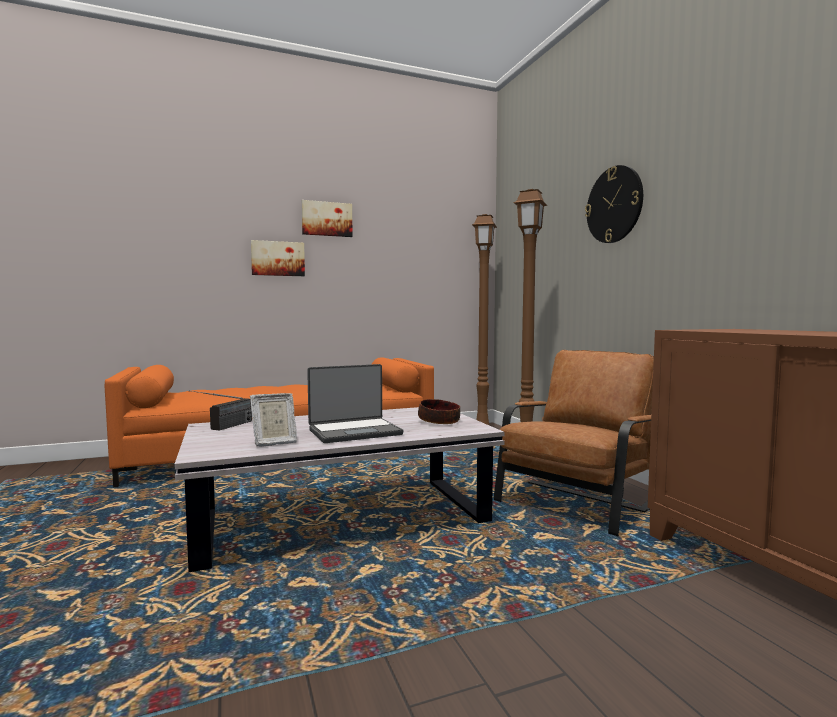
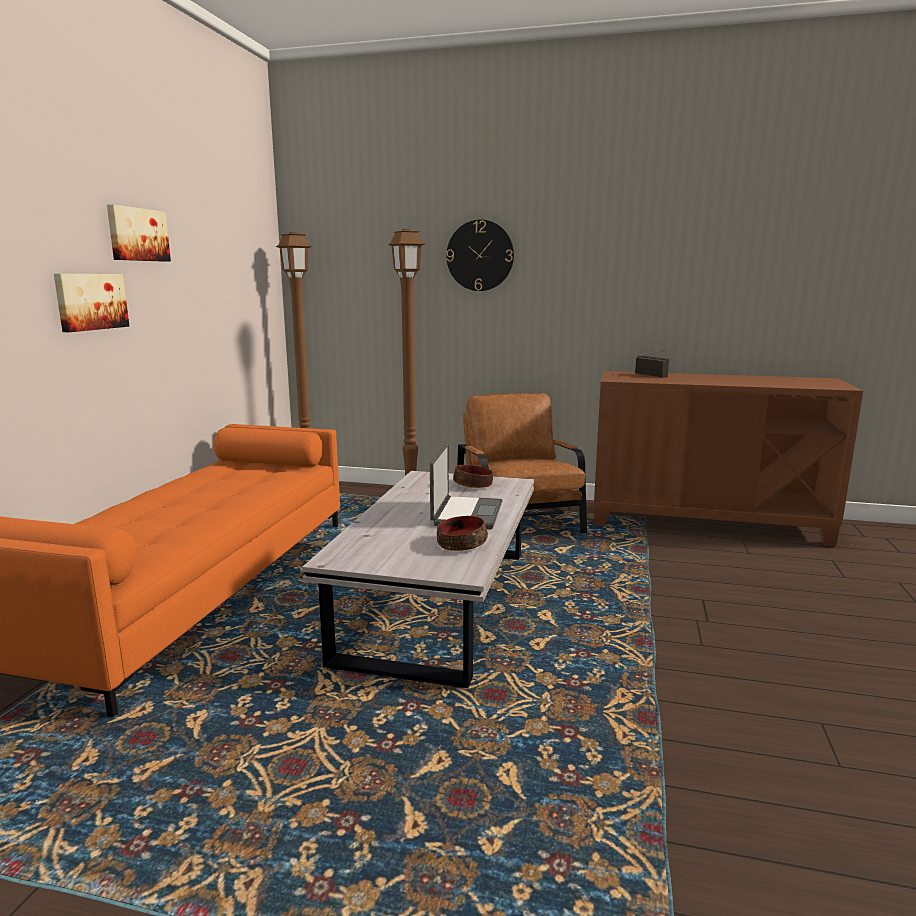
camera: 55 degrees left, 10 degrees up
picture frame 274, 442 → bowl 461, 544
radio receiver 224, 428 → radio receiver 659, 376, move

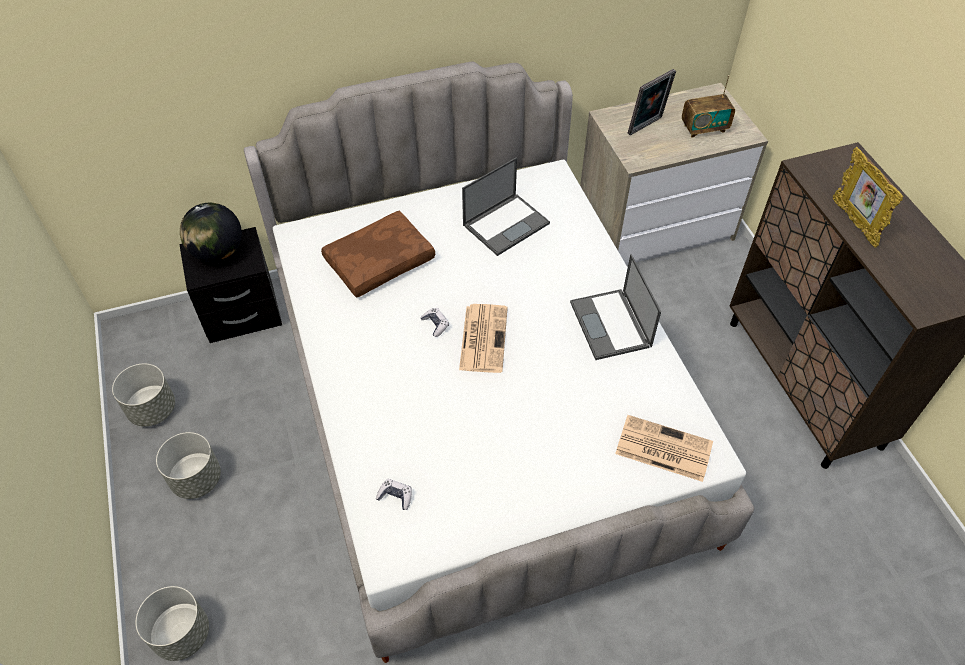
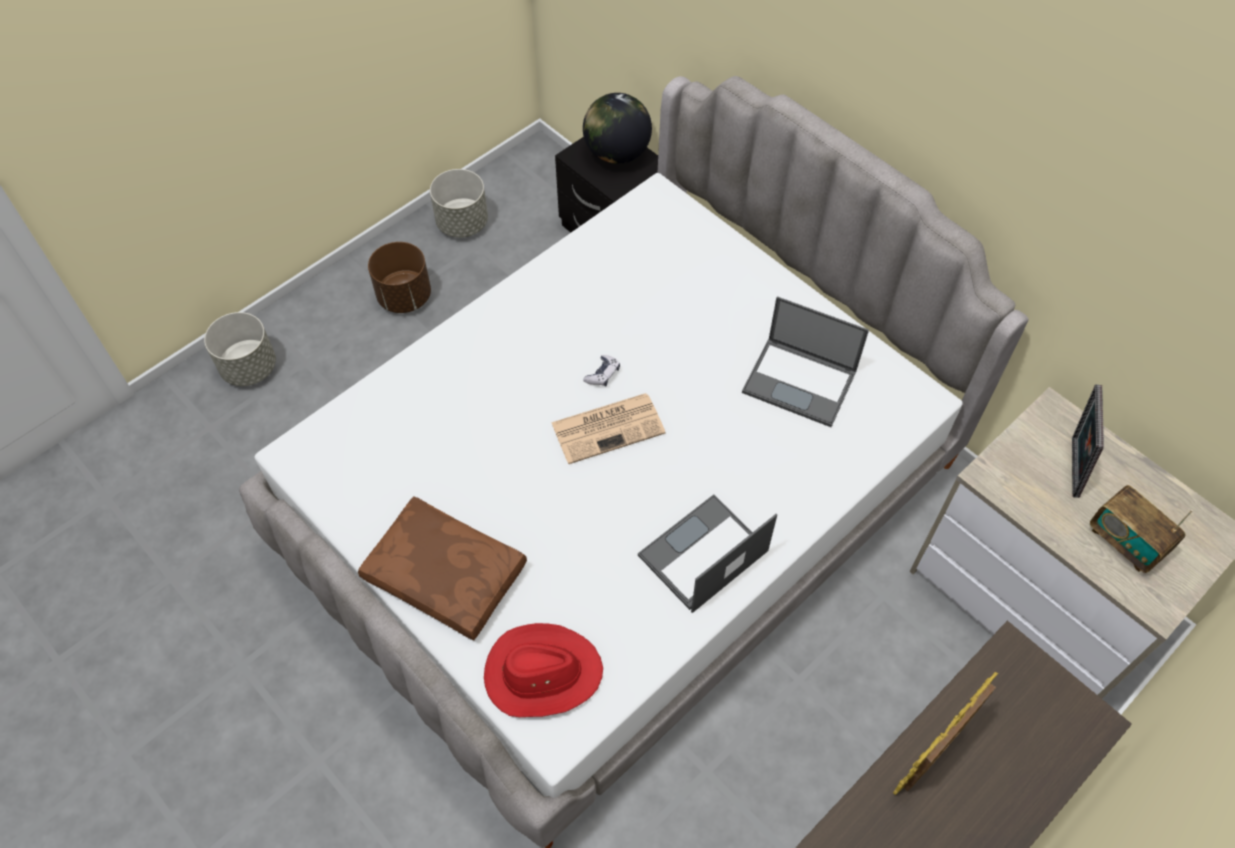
camera: 65 degrees right, 5 degrees up
cushion (brown-coloured) 379, 260 → cushion (brown-coloured) 447, 573, move
planter (gray) 196, 479 → planter (brown-coloured) 404, 297
printed paper 662, 448 → clothing hat (reddish) 542, 673
picture frame 646, 127 → picture frame 1070, 466, 75 degrees clockwise
game controller 395, 496 → -

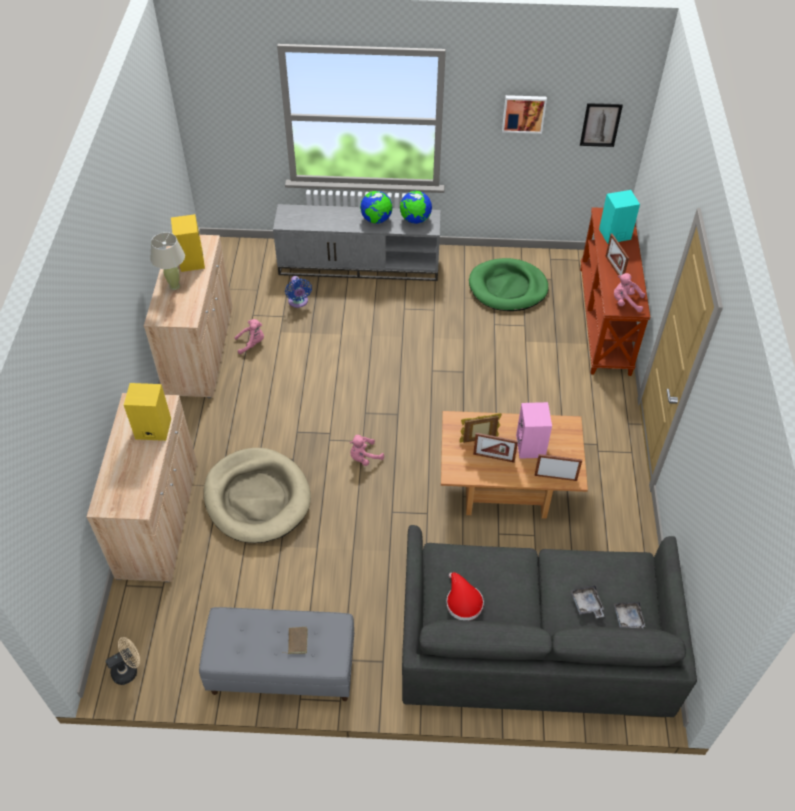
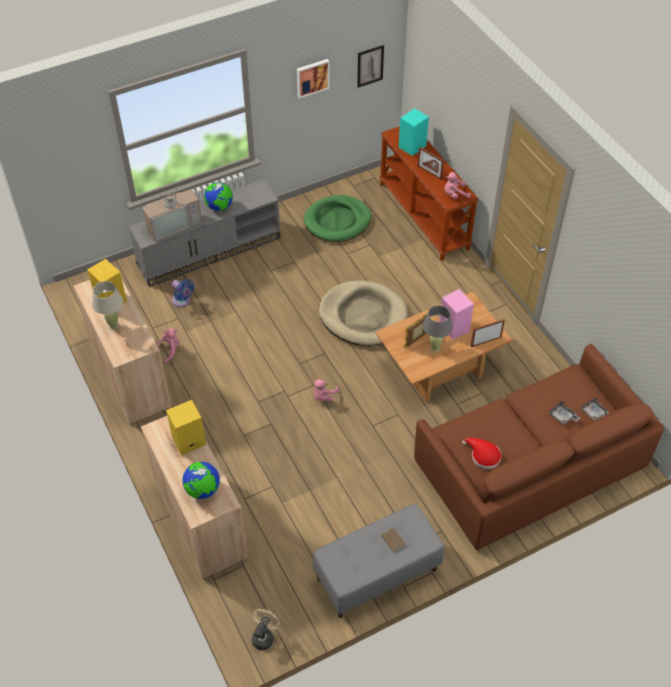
camera: 30 degrees left, 0 degrees up
- → television 173, 224
desk globe 415, 219 → desk globe 202, 490, move
pet bed (beige-coloured) 257, 498 → pet bed (beige-coloured) 363, 316, move
couch (gray) 534, 640 → couch (brown-coloured) 530, 463
picture frame 493, 457 → table lamp (gray) 435, 348

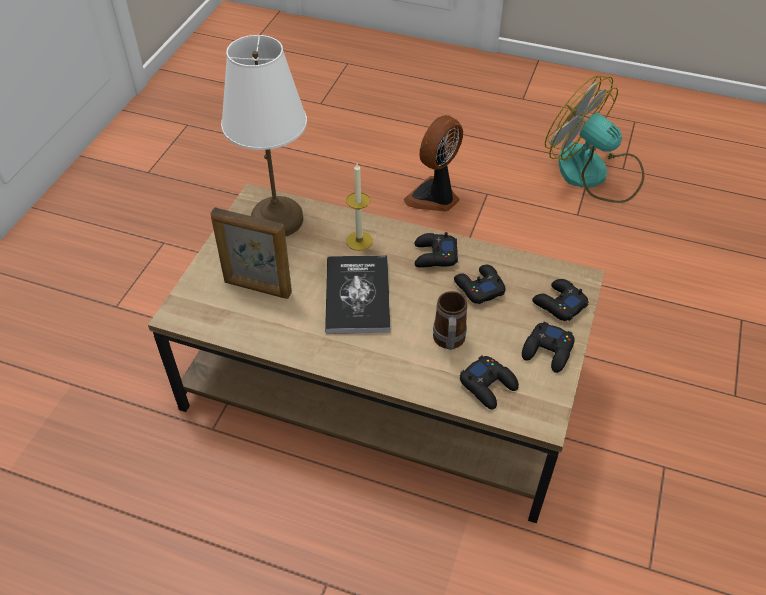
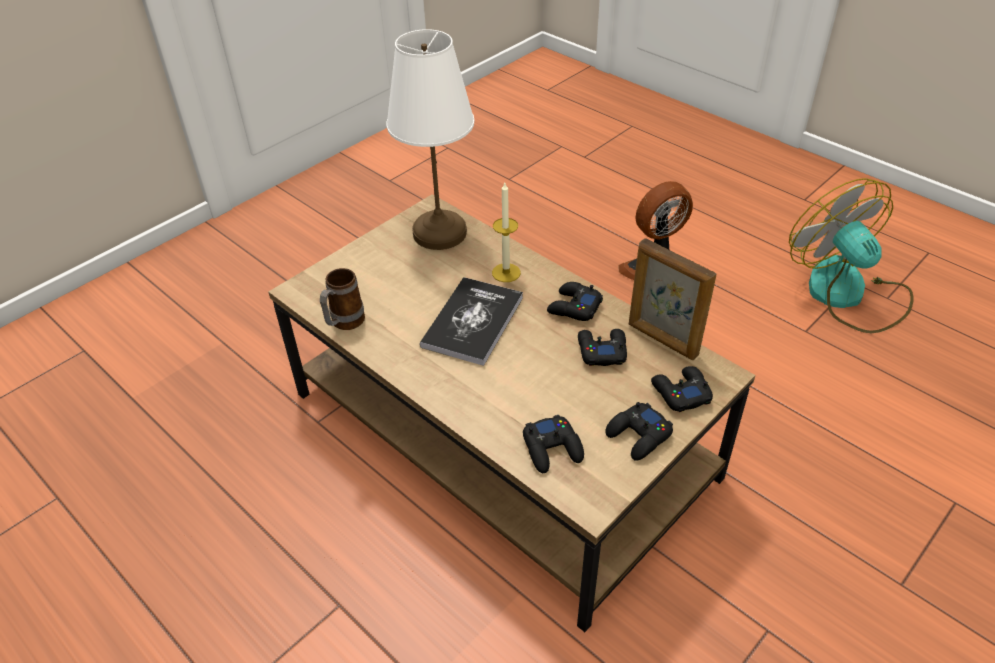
camera: 25 degrees right, 5 degrees down
mug 448, 343 → mug 344, 324, move
picture frame 257, 288 → picture frame 662, 340, move

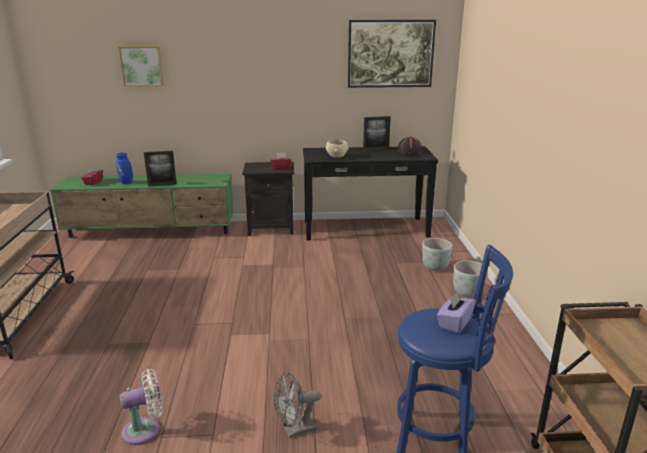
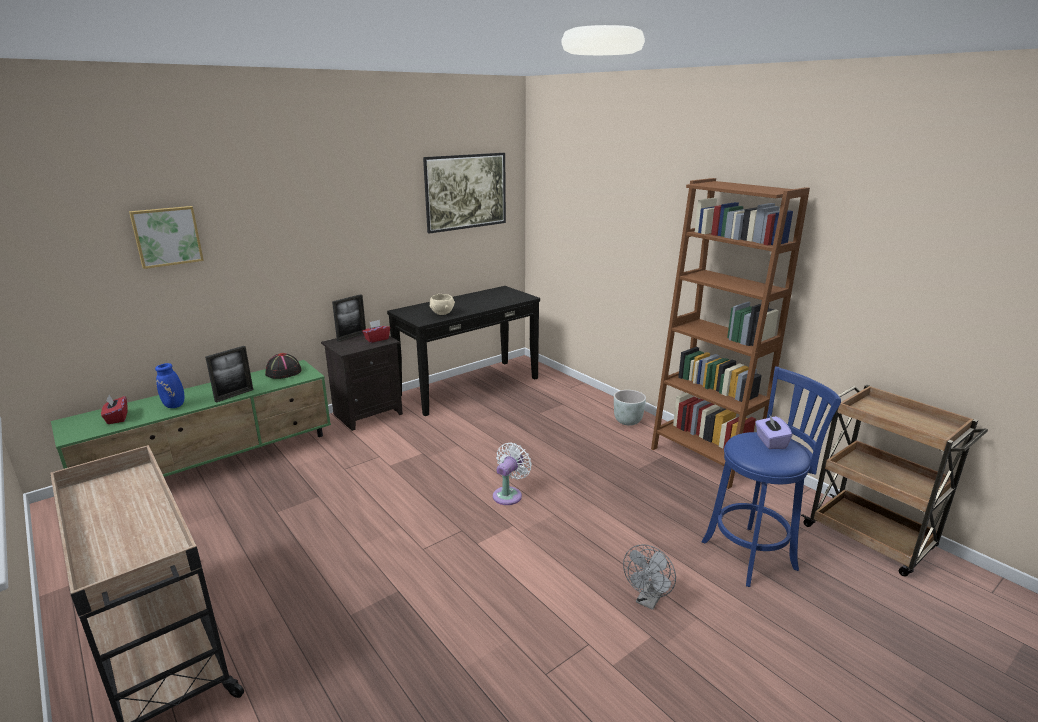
camera: 35 degrees left, 0 degrees up
clothing hat (blackish) 409, 152 → clothing hat (blackish) 283, 372, move
picture frame 376, 149 → picture frame 351, 337, move
cooling fan (white-coloured) 145, 430 → cooling fan (white-coloured) 509, 494, move
- → shelving unit (brown-coloured) 704, 458
planter (gray) 435, 267 → -

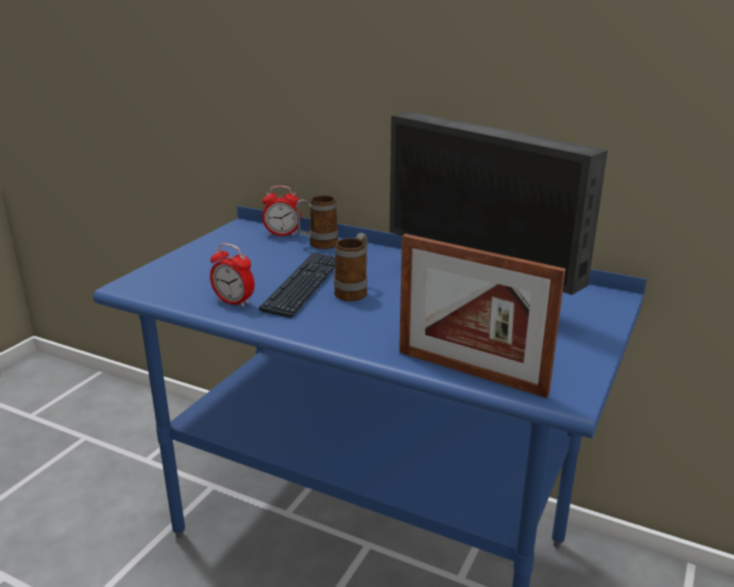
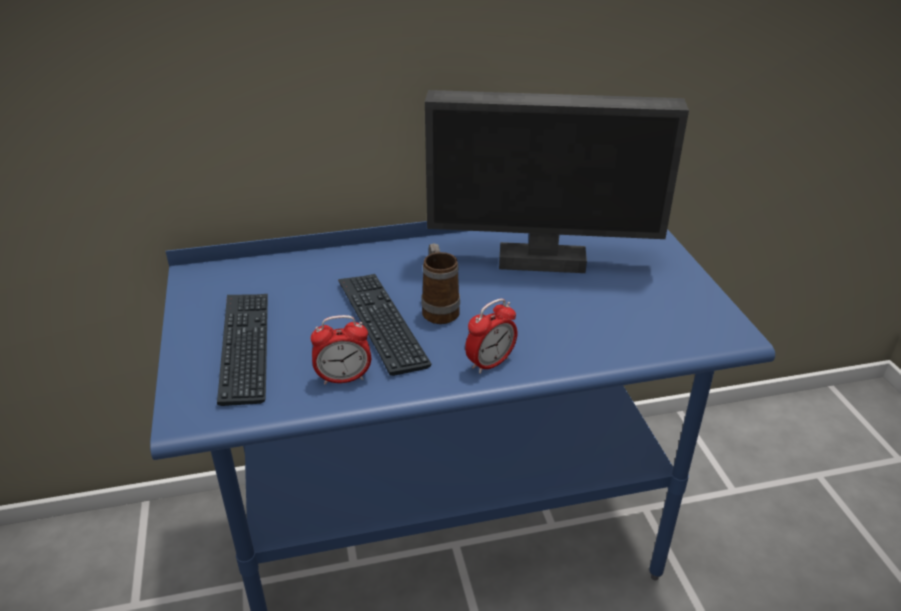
camera: 40 degrees left, 10 degrees up
- → computer keyboard 245, 347
alarm clock 282, 234 → alarm clock 490, 363, move
mug 317, 244 → -
picture frame 470, 372 → -

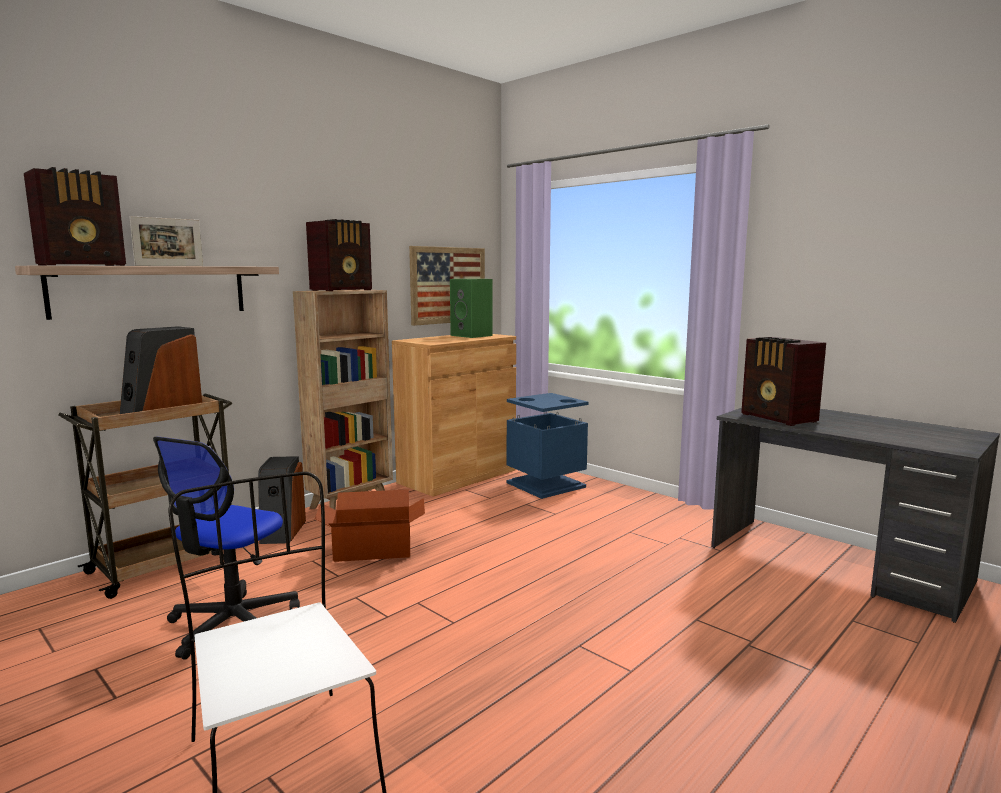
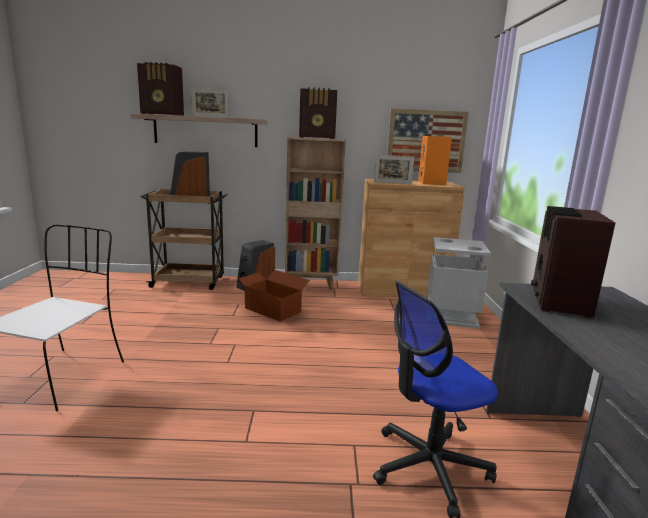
camera: 45 degrees right, 5 degrees up
desk chair 233, 625 → desk chair 429, 467, move
- → picture frame 392, 183
audio speaker (green-coloured) 472, 335 → audio speaker (orange-coloured) 432, 183
trash can (bluish) 546, 485 → trash can (gray) 451, 316

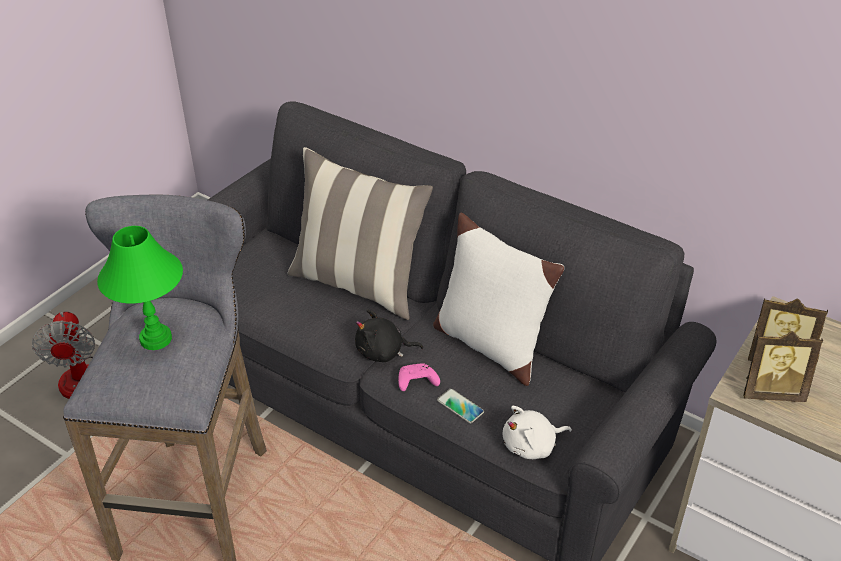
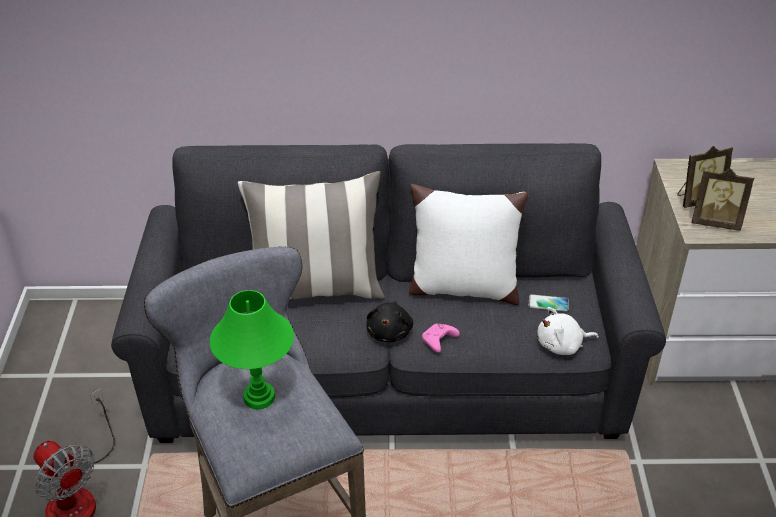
camera: 35 degrees left, 0 degrees up
soft toy (blackish) 383, 352 → soft toy (blackish) 390, 332, 45 degrees counterclockwise
telephone 460, 406 → telephone 548, 303, move
soft toy (white-coloured) 532, 446 → soft toy (white-coloured) 562, 345, 45 degrees clockwise
picture frame 771, 391 → picture frame 715, 222, 45 degrees clockwise

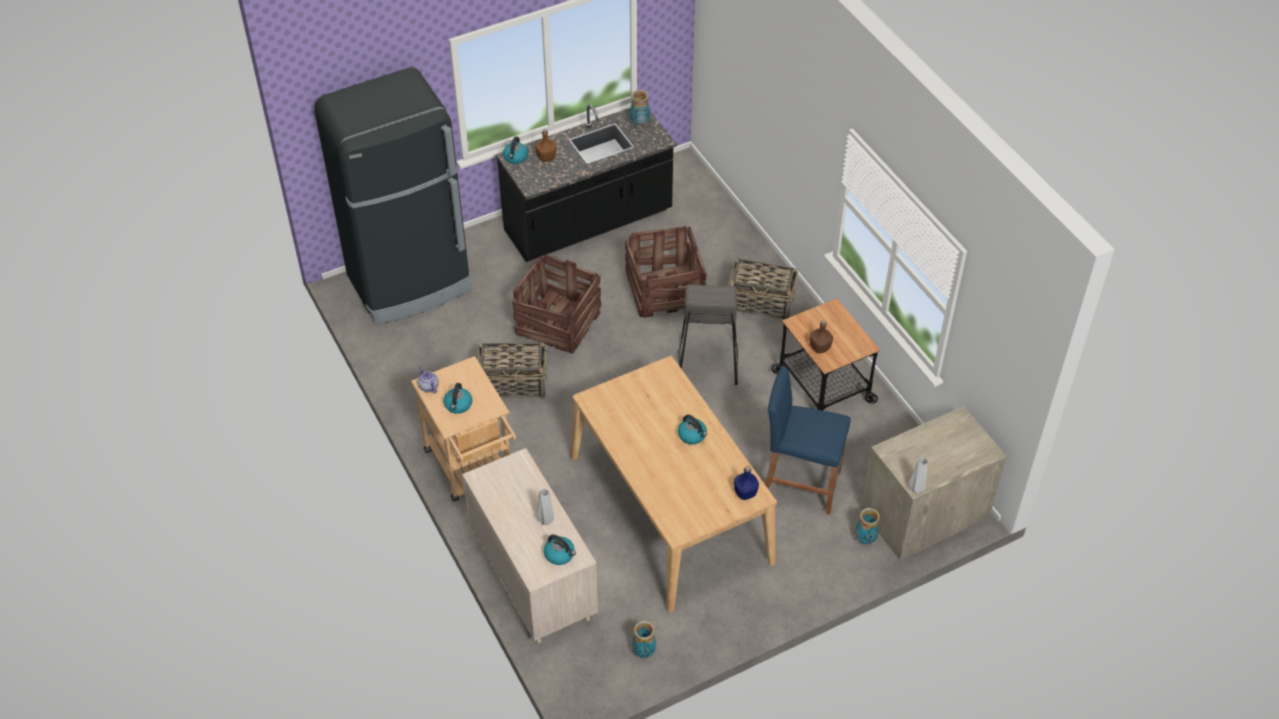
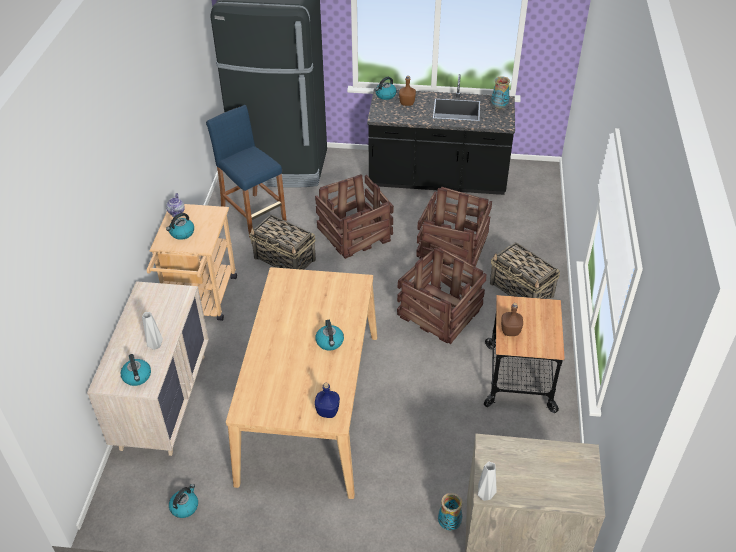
camera: 35 degrees right, 5 degrees down
flower vase 643, 652 → water kettle 184, 506
stool (bluish) 800, 484 → stool (bluish) 253, 215, move
stool (gray) 707, 363 → crate 438, 313

